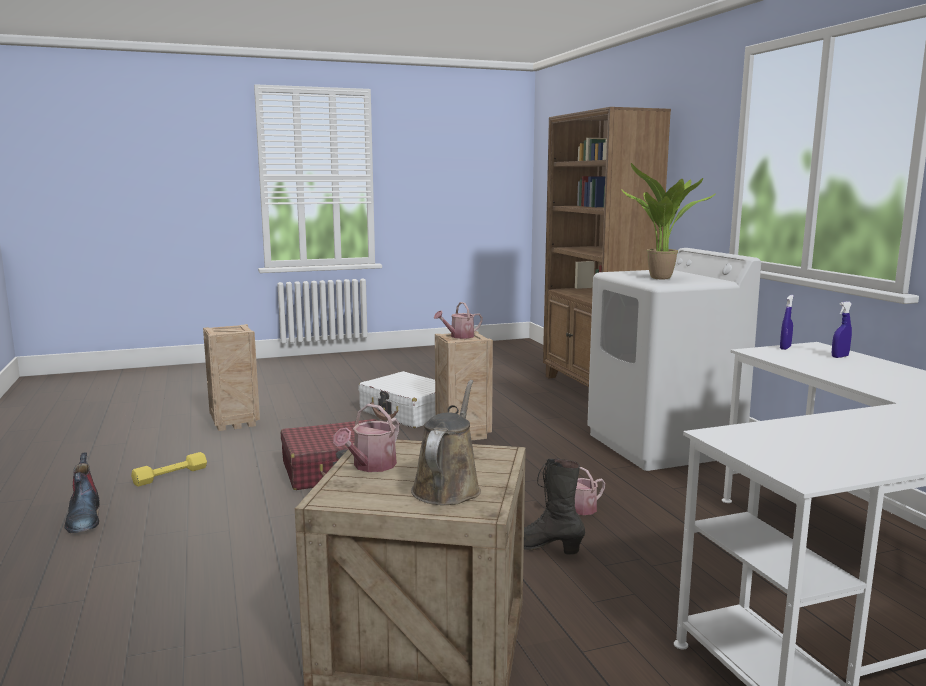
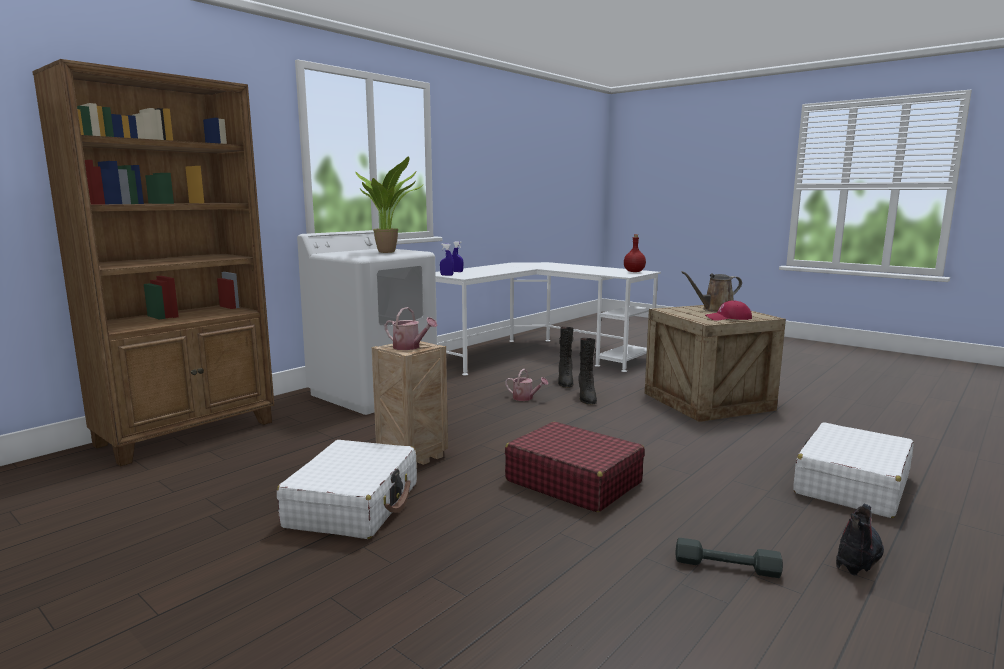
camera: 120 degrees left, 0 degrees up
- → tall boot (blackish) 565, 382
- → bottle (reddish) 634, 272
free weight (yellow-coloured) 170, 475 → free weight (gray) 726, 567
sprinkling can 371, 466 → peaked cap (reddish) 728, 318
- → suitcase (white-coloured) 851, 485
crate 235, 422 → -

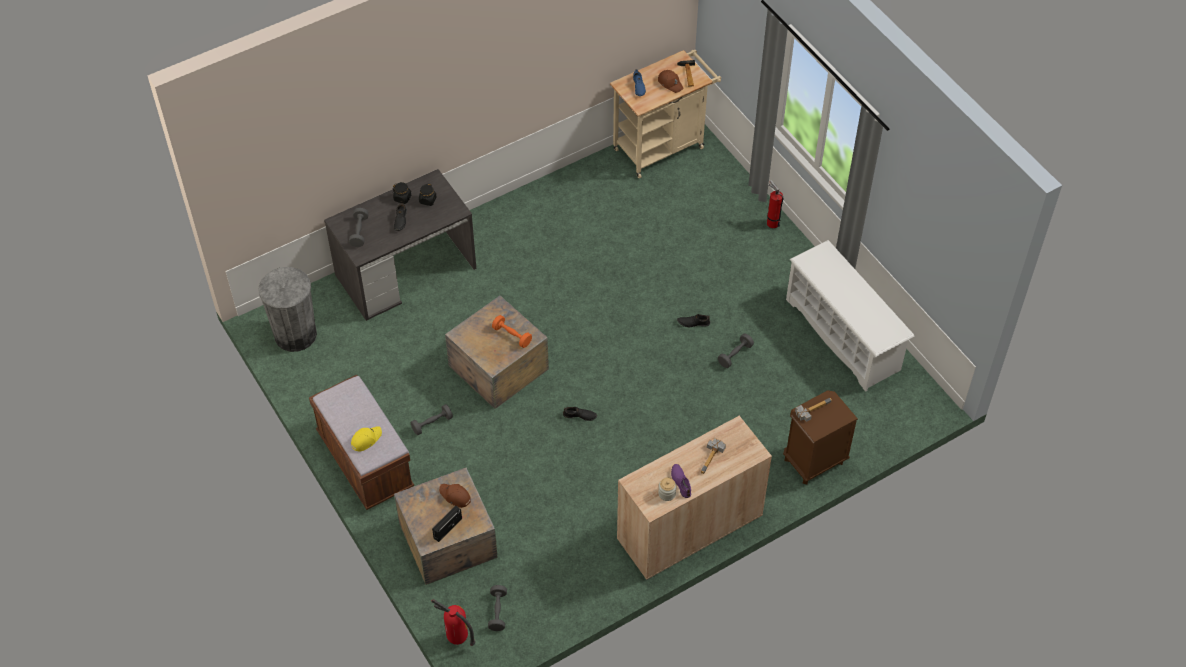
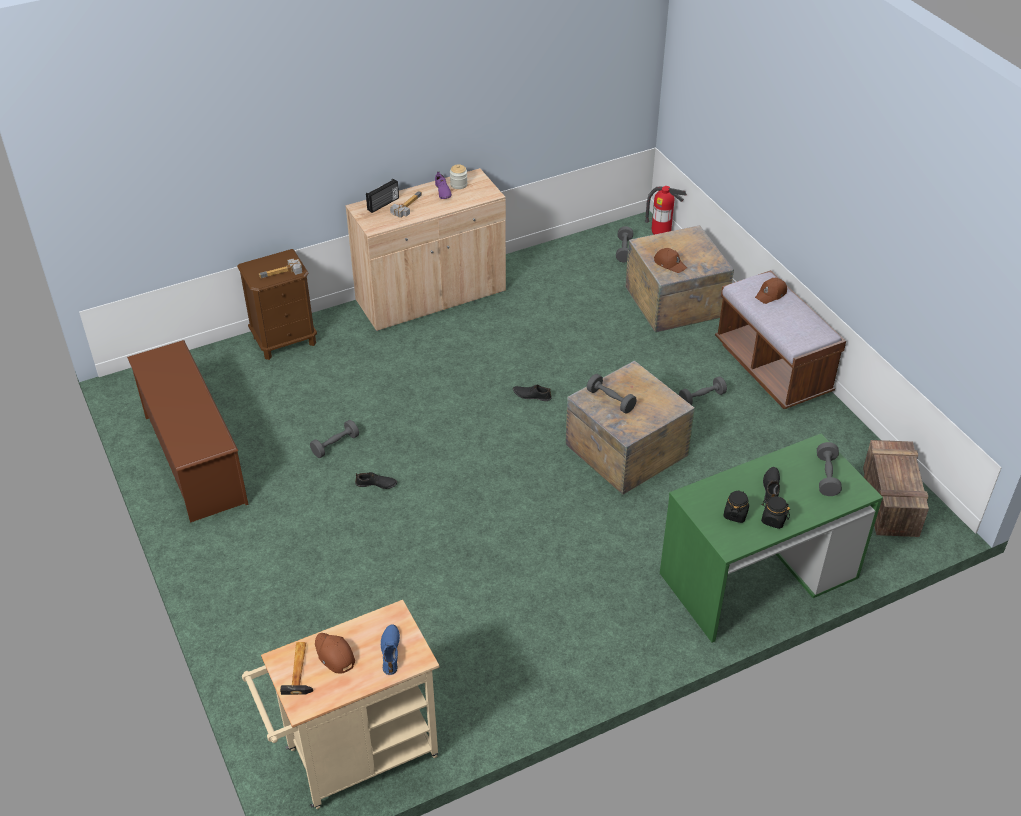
camera: 175 degrees left, 10 degrees down
shoe stand (white-coloured) 843, 335 → shoe stand (brown-coloured) 194, 458
radio receiver 447, 528 → radio receiver 383, 204, move
free weight (orange-coloured) 512, 336 → free weight (gray) 610, 400
desk (gray) 405, 271 → desk (green-coloured) 759, 576
peaked cap (yellow-coloured) 366, 439 → peaked cap (brown-coloured) 771, 294
trash can (gray) 295, 334 → crate 890, 503
extinguisher 771, 222 → -

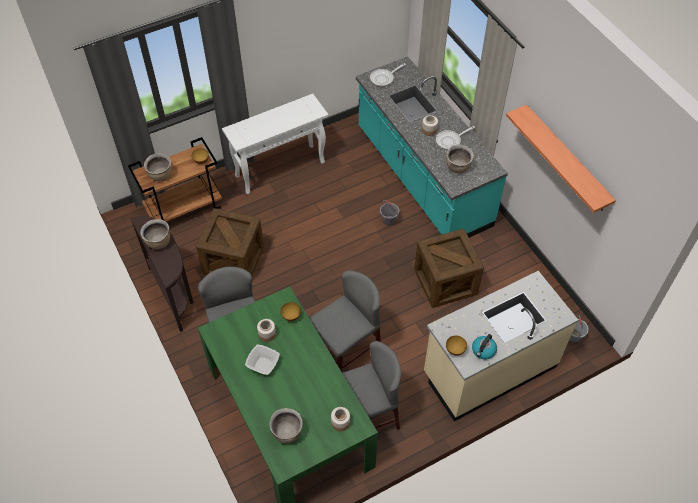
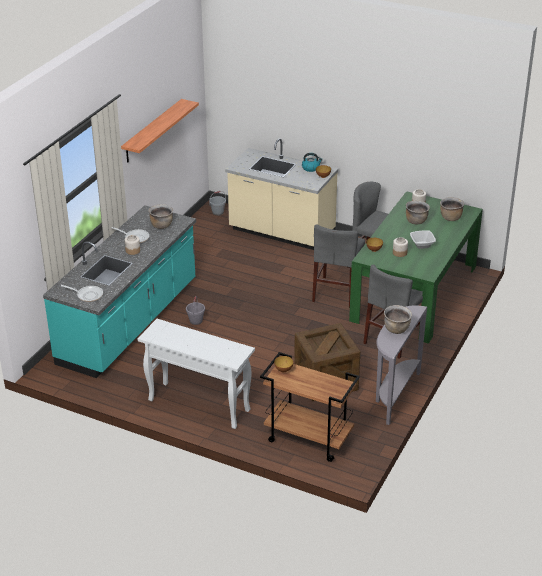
camera: 125 degrees left, 20 degrees down
plain chair (gray) 346, 350 → plain chair (gray) 337, 292, 90 degrees counterclockwise
hall table (brown-coloured) 174, 294 → hall table (gray) 394, 395
cooking pot (brown-coloured) 160, 175 → cooking pot (brown-coloured) 416, 221, move
crate 445, 282 → -

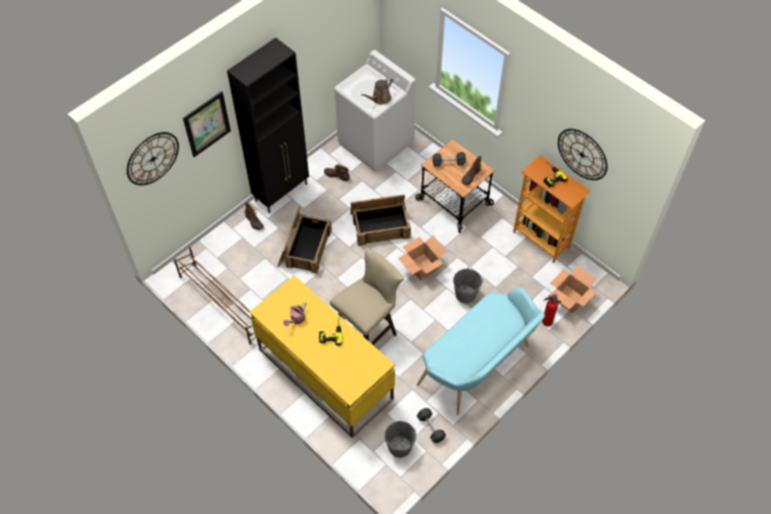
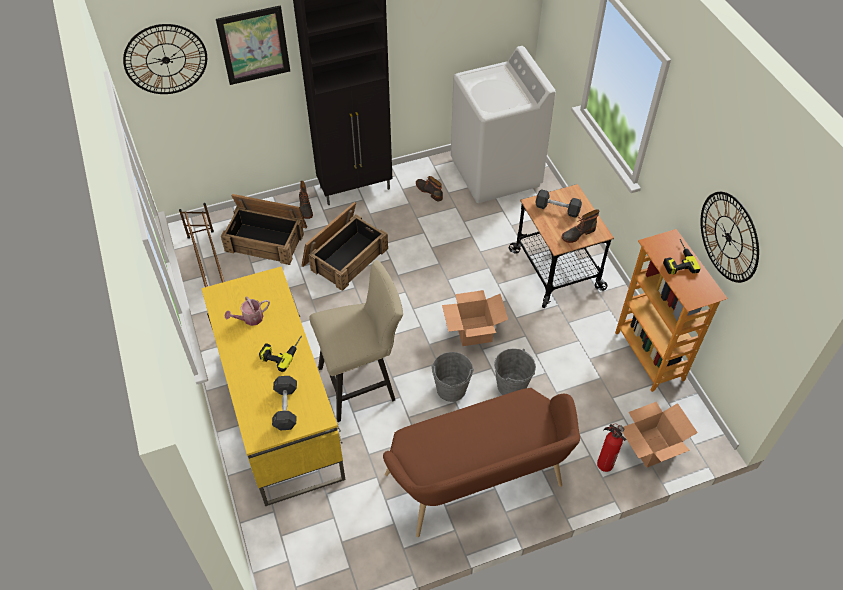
camera: 25 degrees right, 5 degrees down
crate 380, 225 → crate 267, 238, move
free weight (gray) 431, 428 → free weight (gray) 285, 407, move
indoor bench (blue-green) 478, 367 → indoor bench (brown-coloured) 478, 486
bucket (gray) 400, 447 → bucket (gray) 451, 389, move
sprinkling can (brown-coloured) 380, 99 → -

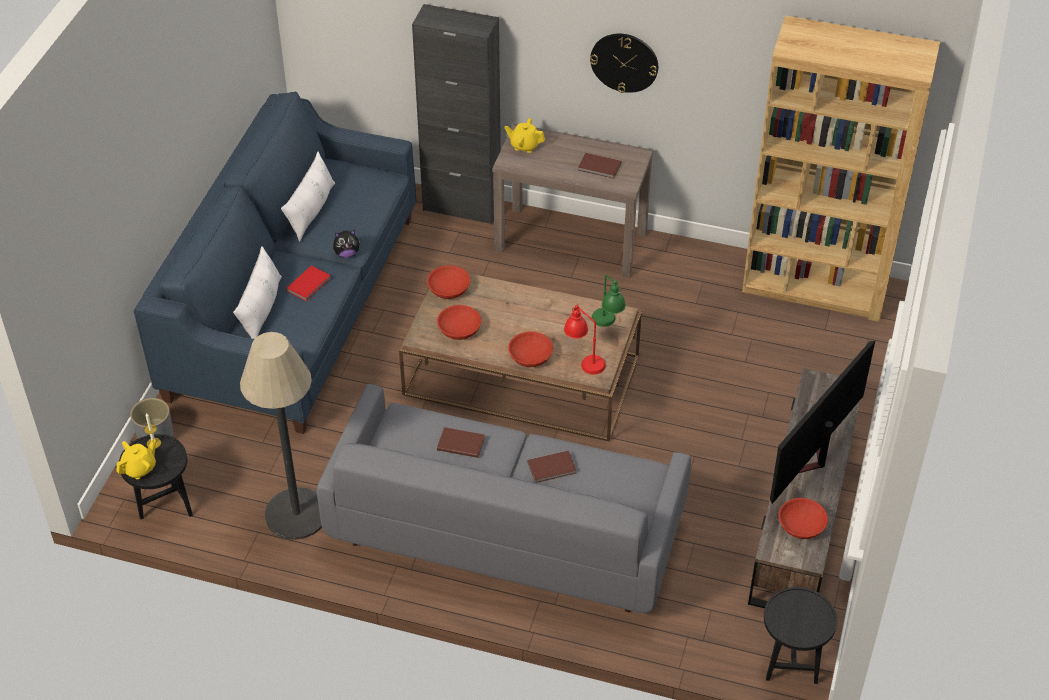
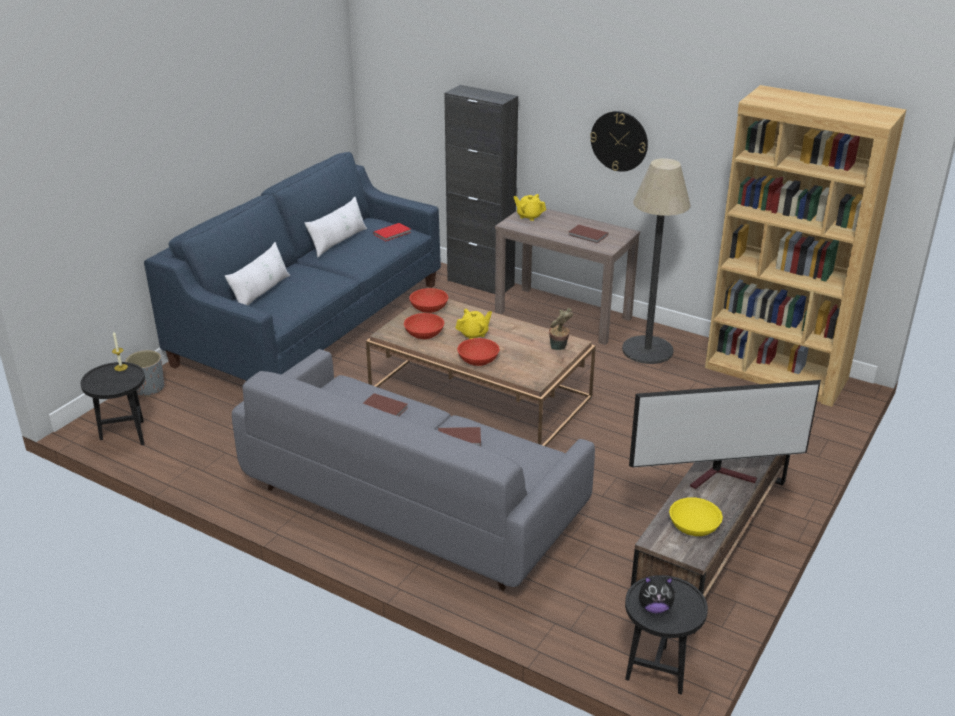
camera: 15 degrees right, 15 degrees down
book (reddish) 309, 284 → book (reddish) 393, 233, move
pot for tea (yellow-coloured) 140, 468 → pot for tea (yellow-coloured) 474, 334, move
table lamp (green-coloured) 608, 325 → plant in a pot 559, 348
standing lamp 296, 514 → standing lamp 647, 350, move
television 811, 461 → television 721, 476, 150 degrees counterclockwise
soft toy 347, 254 → soft toy 654, 607, move
bowl (reddish) 801, 525 → bowl (yellow-coloured) 694, 525
table lamp (reddish) 583, 361 → -

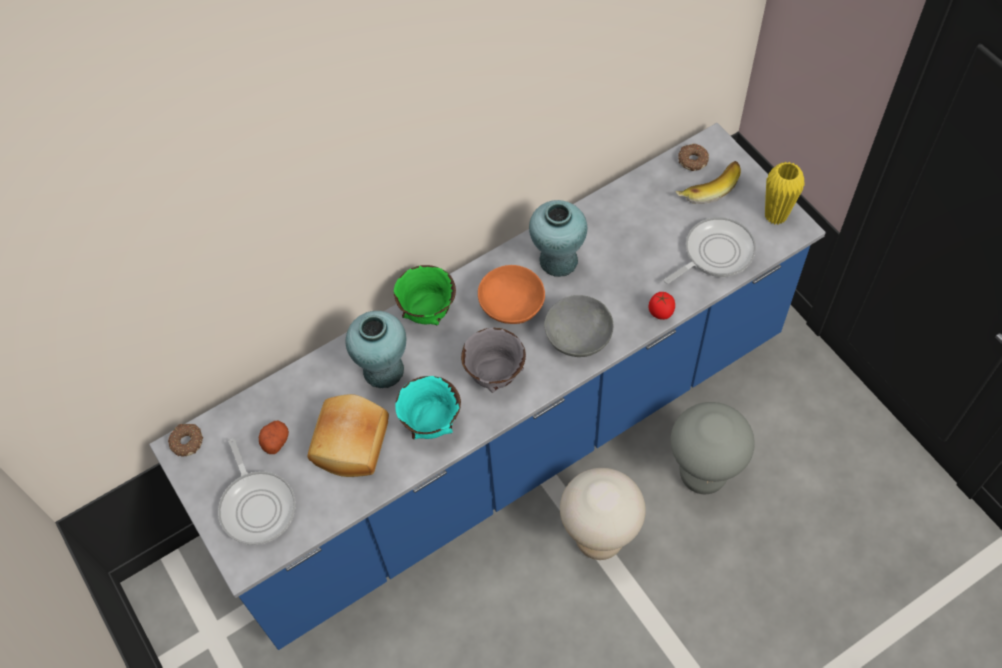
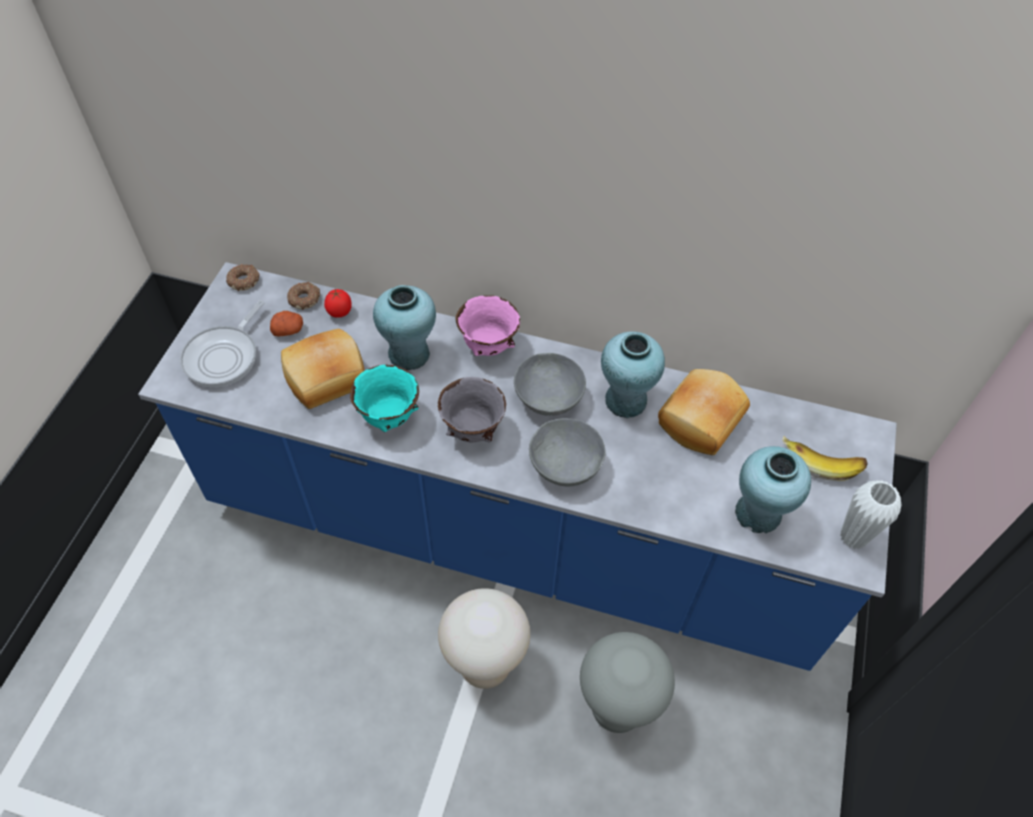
camera: 45 degrees right, 5 degrees down
donut 692, 160 → donut 304, 299, move
fresh tomato 660, 313 → fresh tomato 339, 313, move
bowl (green-coloured) 428, 312 → bowl (pinkish) 489, 346
bowl (orange-coloured) 512, 307 → bowl (gray) 548, 398
- → baked bread 698, 419
pan 715, 253 → flower vase (blue-green) 758, 513
flower vase (yellow-coloured) 775, 215 → flower vase (white-coloured) 853, 537

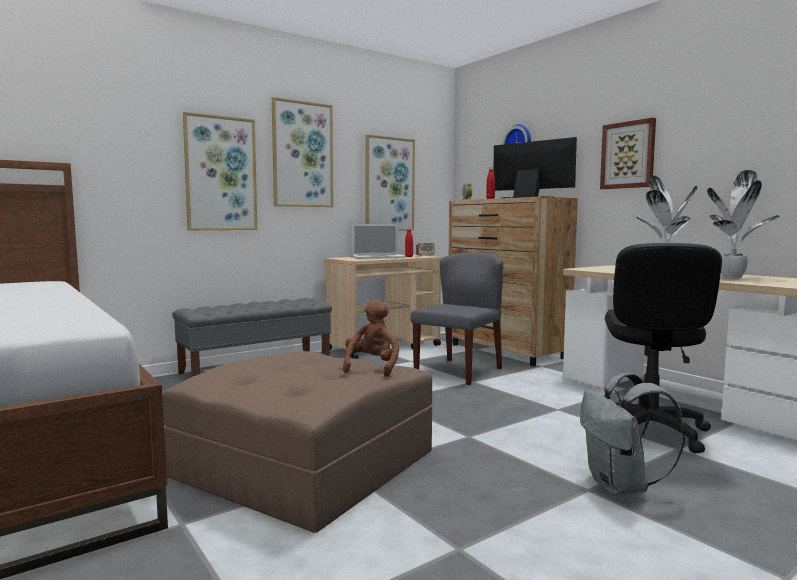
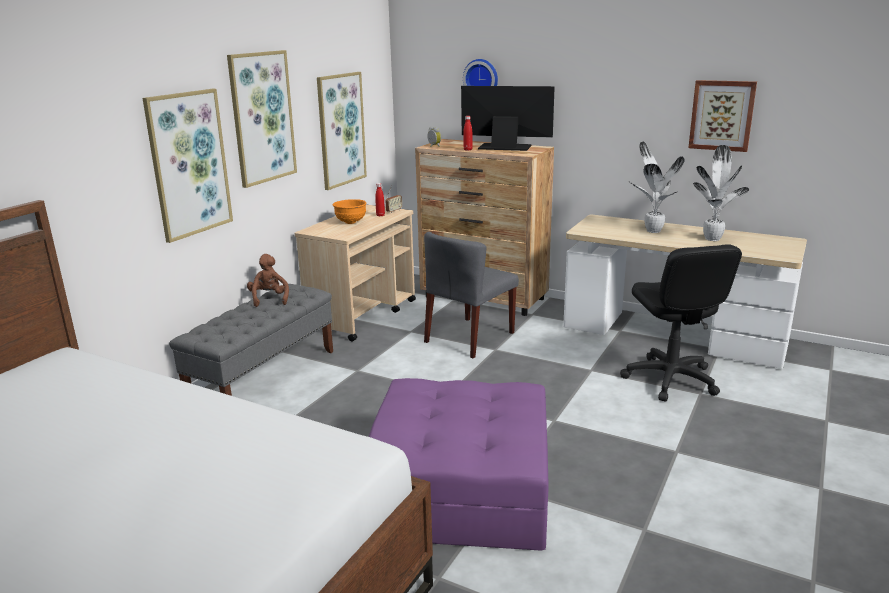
camera: 25 degrees left, 15 degrees up
soft toy (brown-coloured) 372, 368 → soft toy (brown-coloured) 269, 299, move
notebook computer 377, 257 → bowl (orange-coloured) 351, 222
pouffe (brown-coloured) 307, 463 → pouffe (purple) 462, 487
plain chair (gray) 458, 371 → plain chair (gray) 469, 337, 150 degrees counterclockwise
wall art 628, 155 → wall art 722, 115, move
backpack (gray) 621, 487 → -

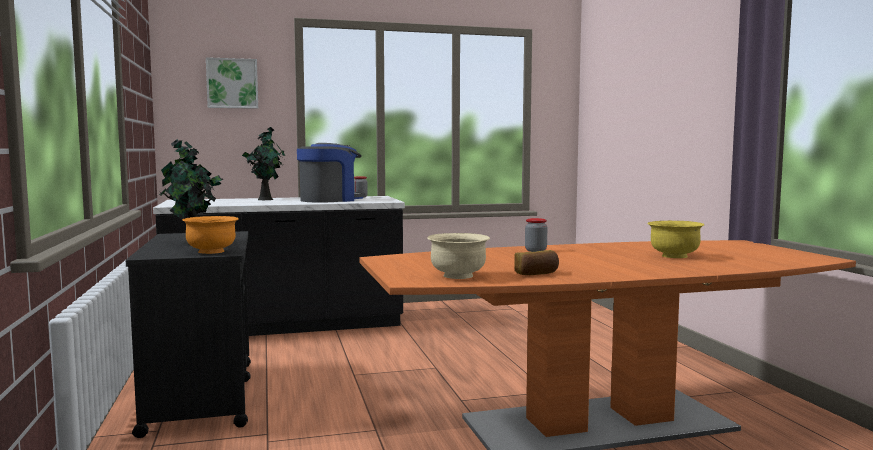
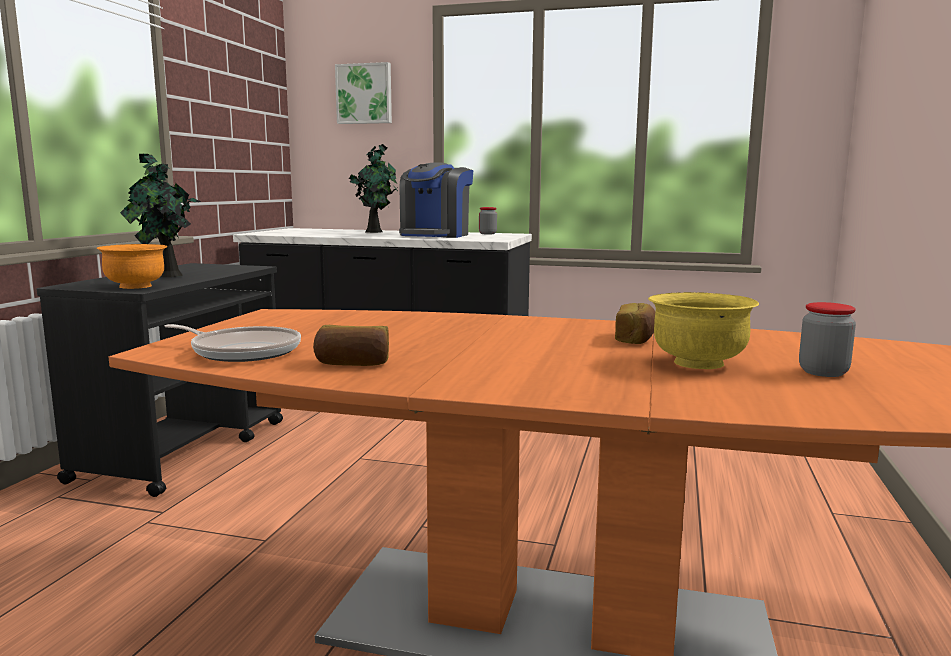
camera: 30 degrees right, 5 degrees up
bowl (beige-coloured) 458, 276 → pan 242, 351
coffee maker 330, 200 → coffee maker 435, 235, 120 degrees clockwise
- → baked bread 636, 339
jar 535, 250 → jar 823, 372, move

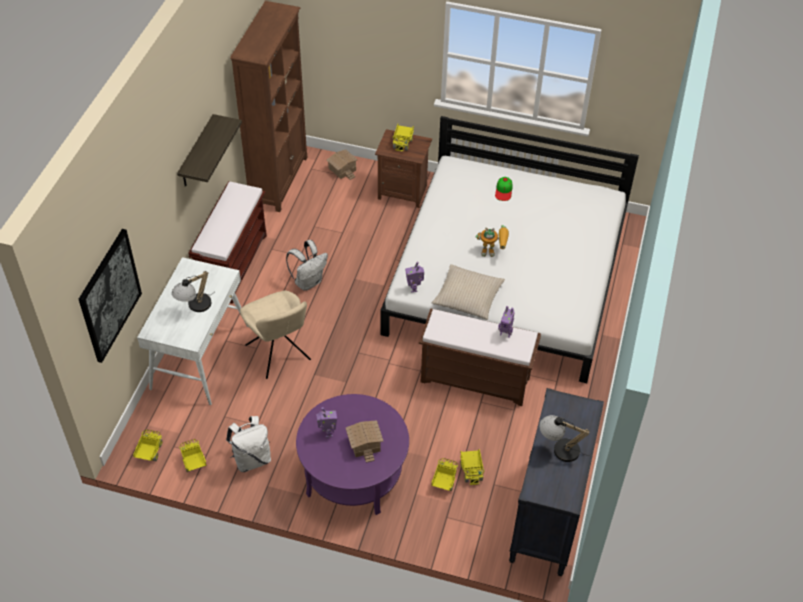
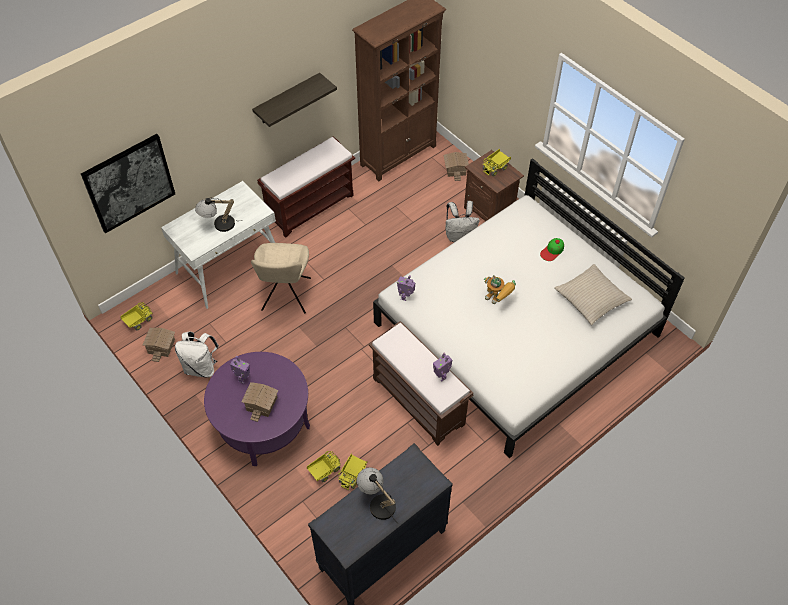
camera: 35 degrees right, 5 degrees up
toy truck 193, 462 → miniature house 161, 346
backpack (white-coloured) 308, 282 → backpack (white-coloured) 459, 236, move
cushion (beige-coloured) 467, 297 → cushion (beige-coloured) 591, 298, move

